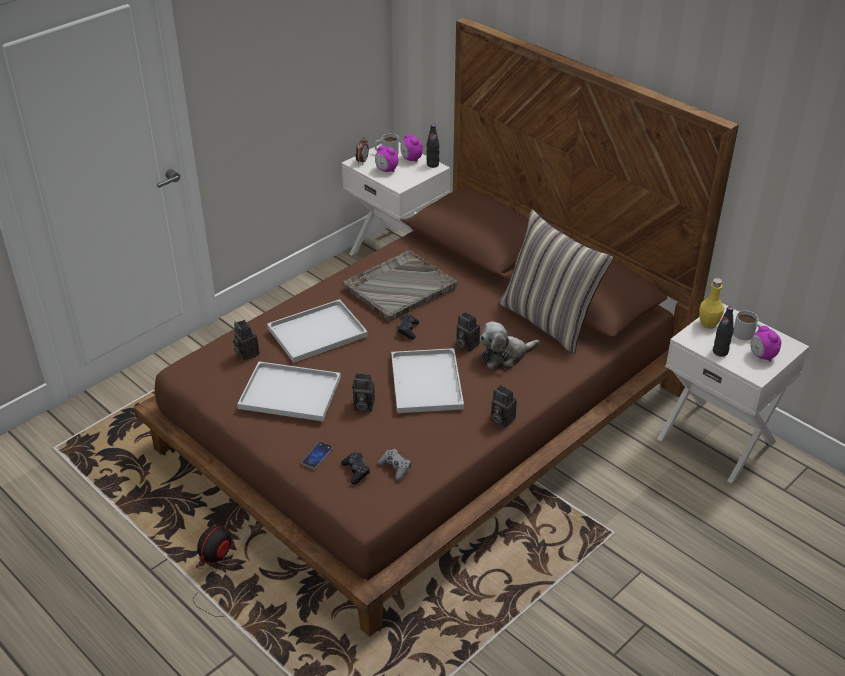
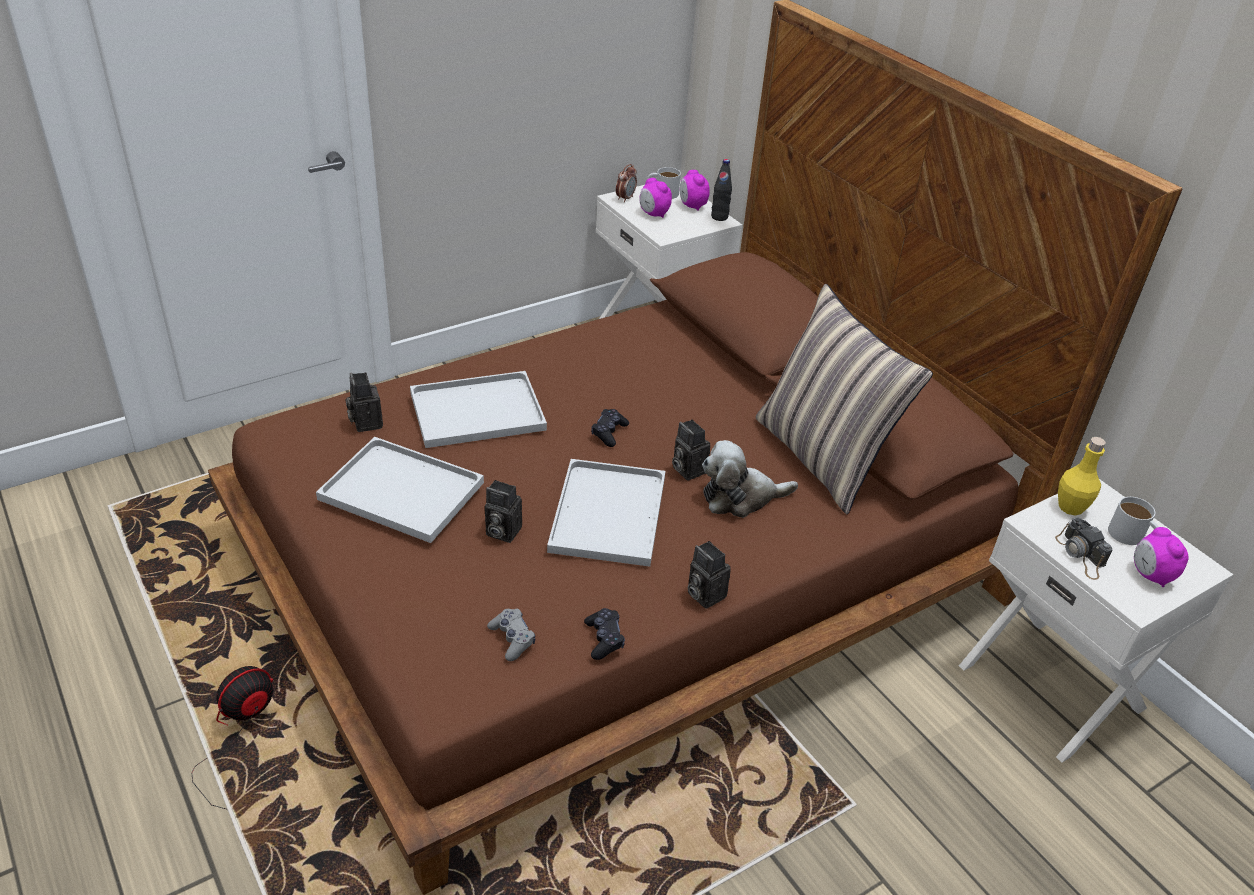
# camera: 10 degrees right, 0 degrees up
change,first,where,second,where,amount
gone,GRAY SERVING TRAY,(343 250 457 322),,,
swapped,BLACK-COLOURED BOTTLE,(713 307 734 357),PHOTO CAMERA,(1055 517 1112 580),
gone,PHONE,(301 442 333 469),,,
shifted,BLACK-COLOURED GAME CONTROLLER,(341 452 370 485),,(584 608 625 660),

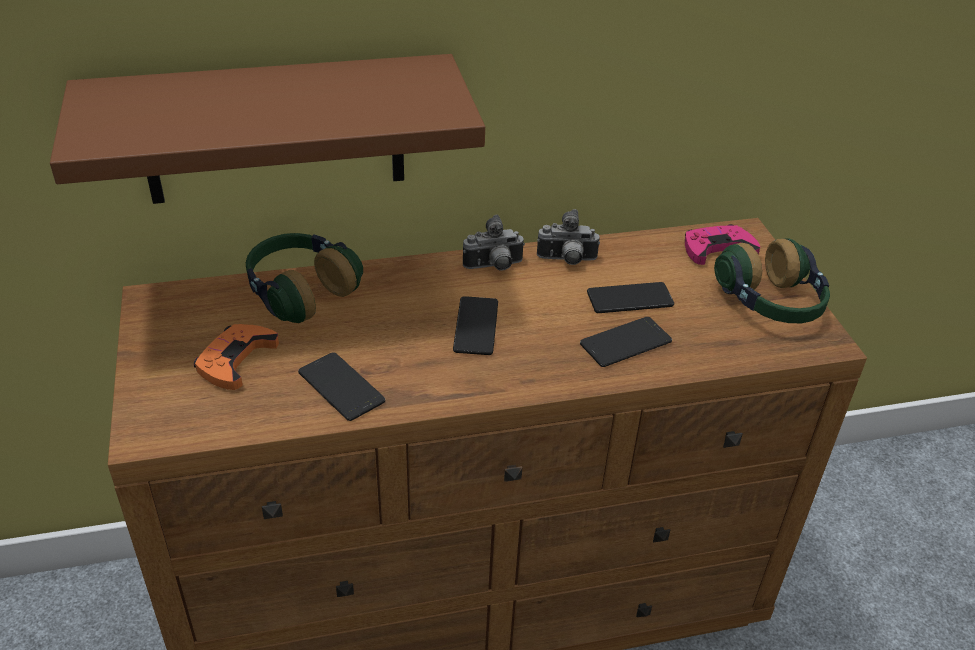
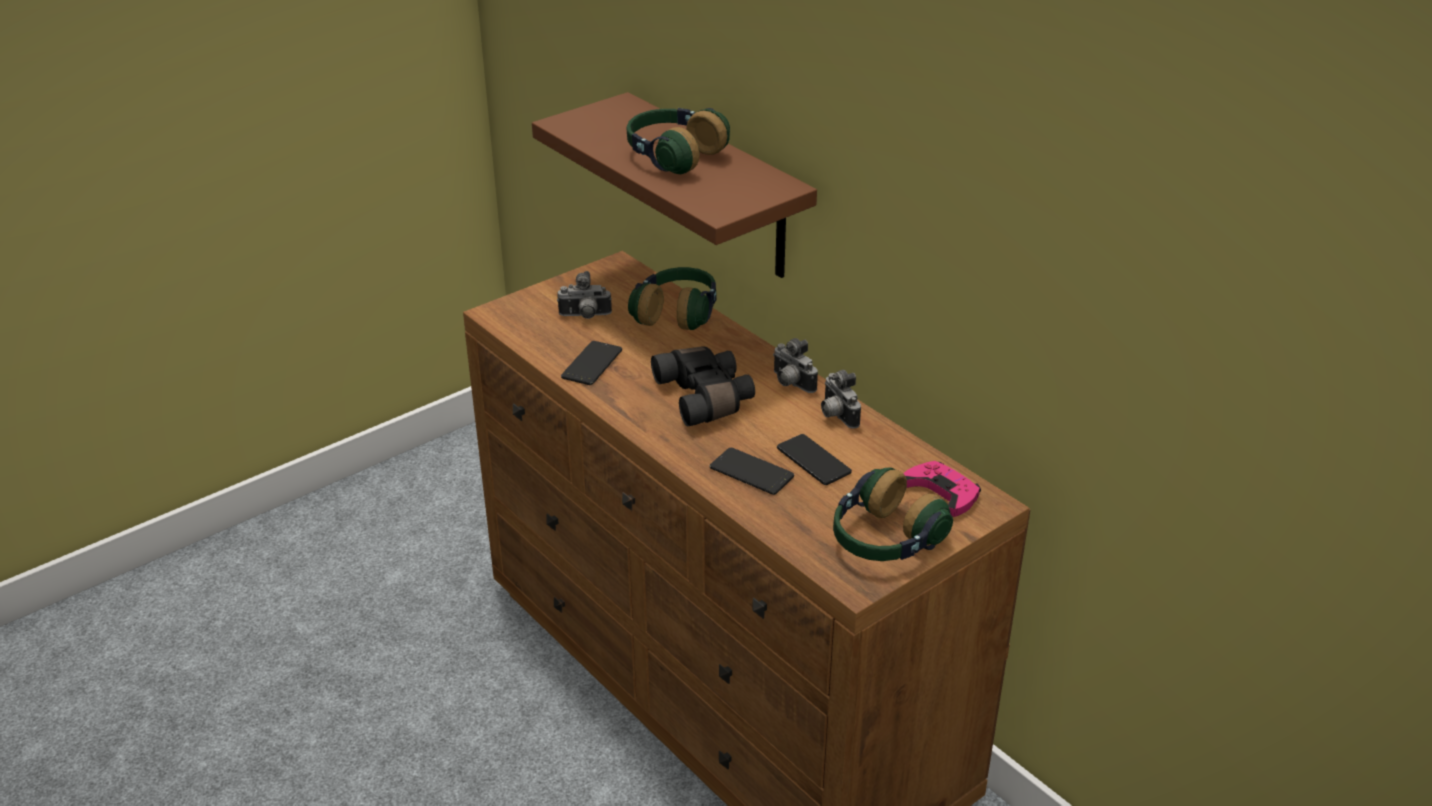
# camera: 65 degrees right, 5 degrees down
change,first,where,second,where,amount
swapped,PHONE,(453 296 498 355),BLACK-COLOURED BINOCULARS,(651 346 755 427),
swapped,ORANGE GAME CONTROLLER,(194 324 279 390),PHOTO CAMERA,(557 271 612 319),
new,,,HEADPHONES,(627 108 730 174),

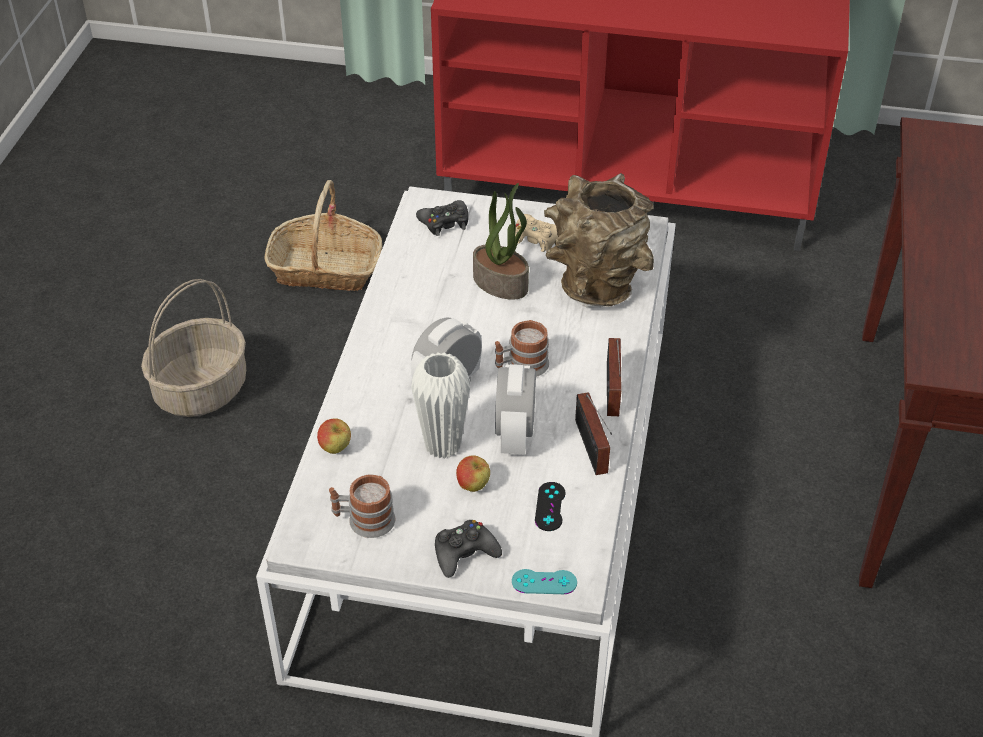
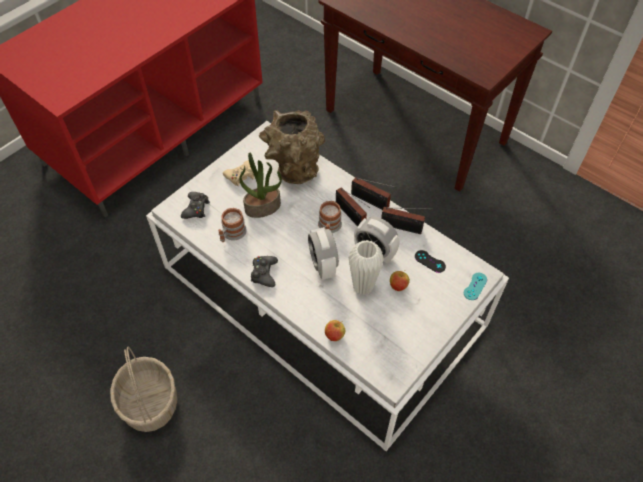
# camera: 60 degrees left, 10 degrees up
change,first,where,second,where,amount
gone,HOUSEHOLD BASKET,(264 180 382 291),,,
shifted,COFFEE MUG,(329 475 395 538),,(218 208 247 242),
shifted,BLACK-COLOURED GAME CONTROLLER,(435 520 502 578),,(251 256 278 287),
new,,,RADIO RECEIVER,(336 187 370 226),

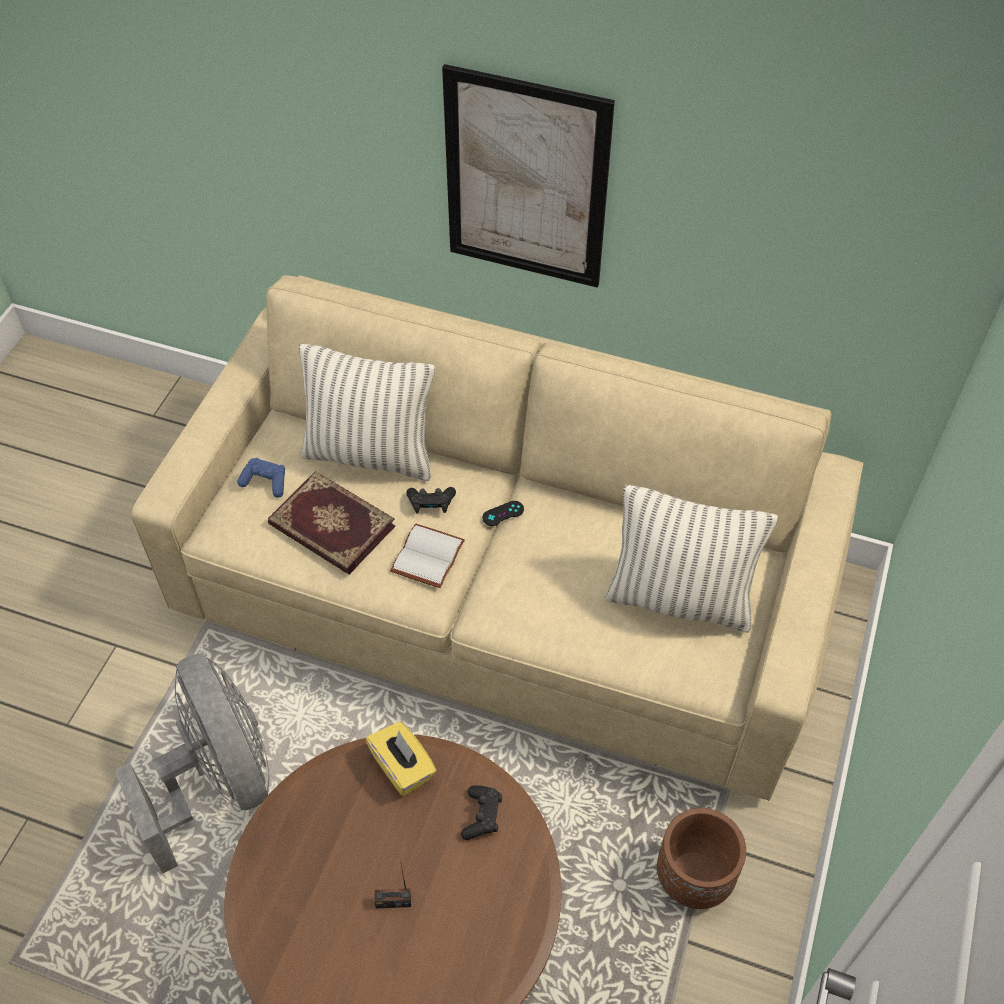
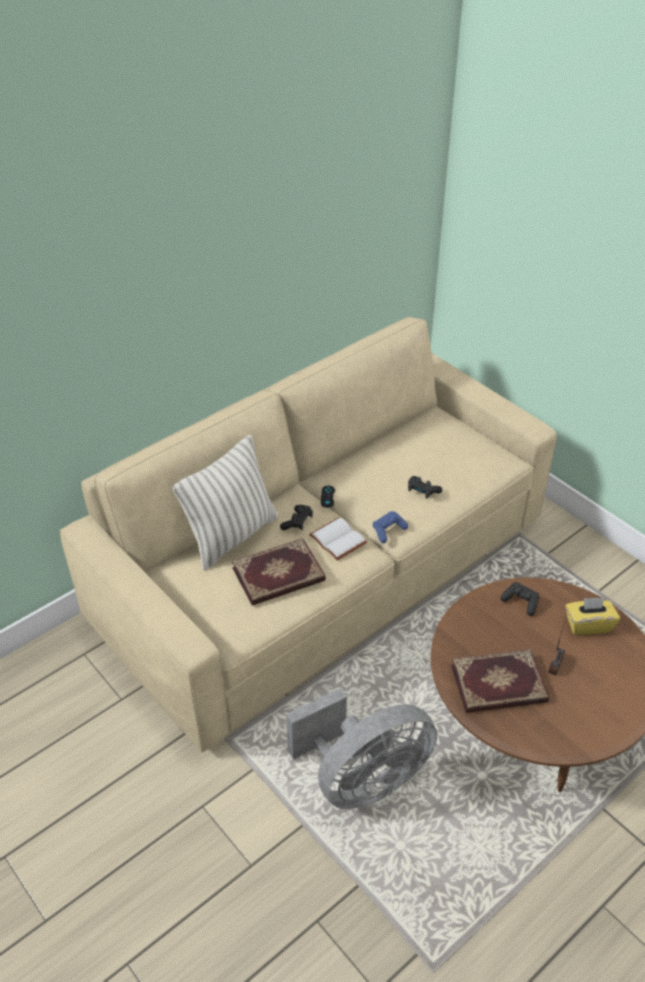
# camera: 60 degrees left, 10 degrees down
change,first,where,second,where,amount
gone,WALL PICTURE,(442 64 615 288),,,
shifted,BLUE-COLOURED GAME CONTROLLER,(237 458 285 498),,(373 511 408 543),
gone,CUSHION,(605 485 778 633),,,
rotated,GRAY ELECTRIC FAN,(114 653 269 873),,(286 688 437 809),150 degrees clockwise
shifted,YELLOWISH TISSUE BOX,(366 721 437 796),,(565 598 620 635),
gone,BROWNISH FLOWER POT,(657 808 746 909),,,
new,,,BLACK-COLOURED GAME CONTROLLER,(408 476 442 499),
new,,,BOOK,(451 649 549 713),

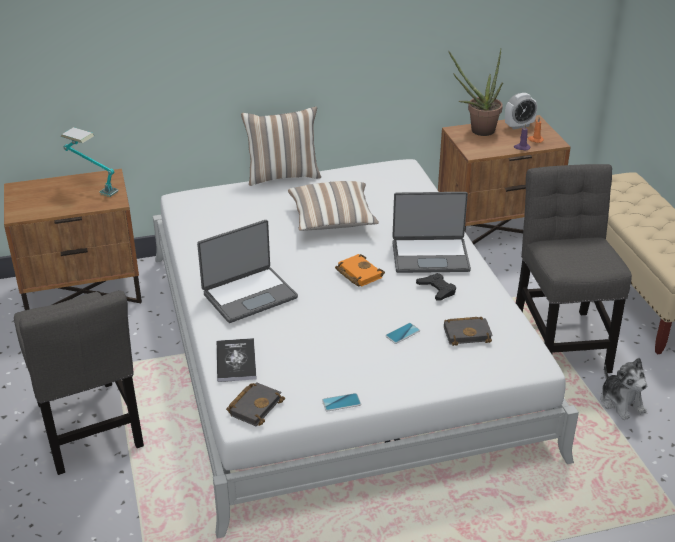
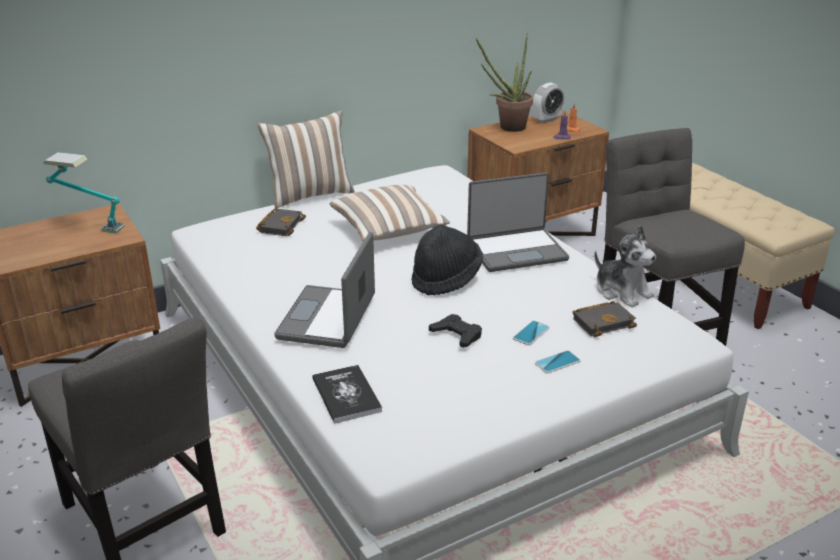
# camera: 15 degrees left, 5 degrees down
change,first,where,second,where,amount
rotated,PORTABLE COMPUTER,(197 220 298 323),,(274 232 375 348),150 degrees clockwise
swapped,ORANGE BOOK,(335 254 385 287),BLACK-COLOURED HAT,(411 224 483 296),
shifted,BLACK-COLOURED GAME CONTROLLER,(416 273 456 301),,(429 314 482 348),
shifted,PLUSH TOY,(601 358 647 420),,(594 225 656 307),
shifted,BLACK-COLOURED BOOK,(226 382 285 426),,(256 208 306 236),
shifted,PHONE,(322 393 361 411),,(535 350 581 373),

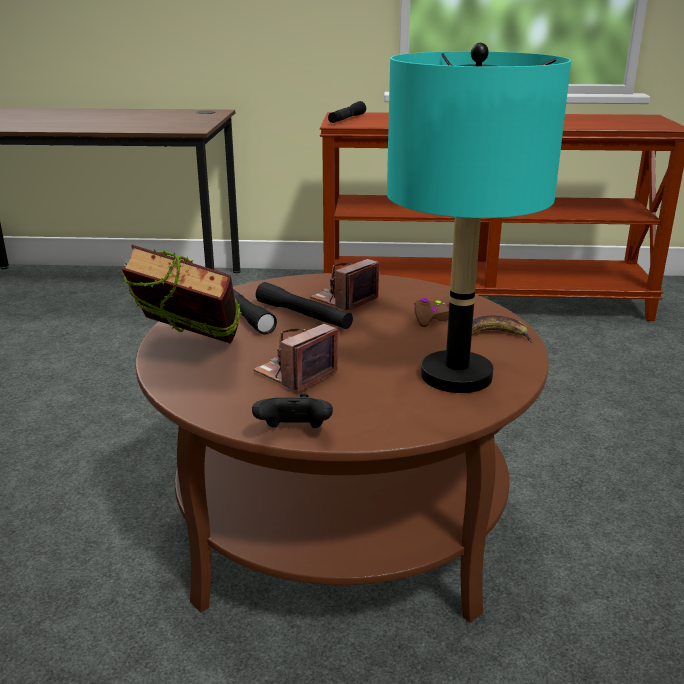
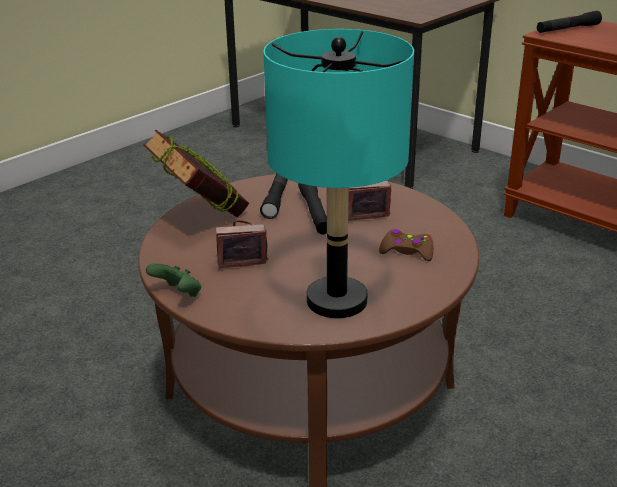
# camera: 40 degrees right, 5 degrees up
change,first,where,second,where,amount
gone,WHOLE BANANA,(472 315 533 343),,,
repainted,BLACK-COLOURED GAME CONTROLLER,(252 393 333 428),GREENISH GAME CONTROLLER,(146 263 201 297),

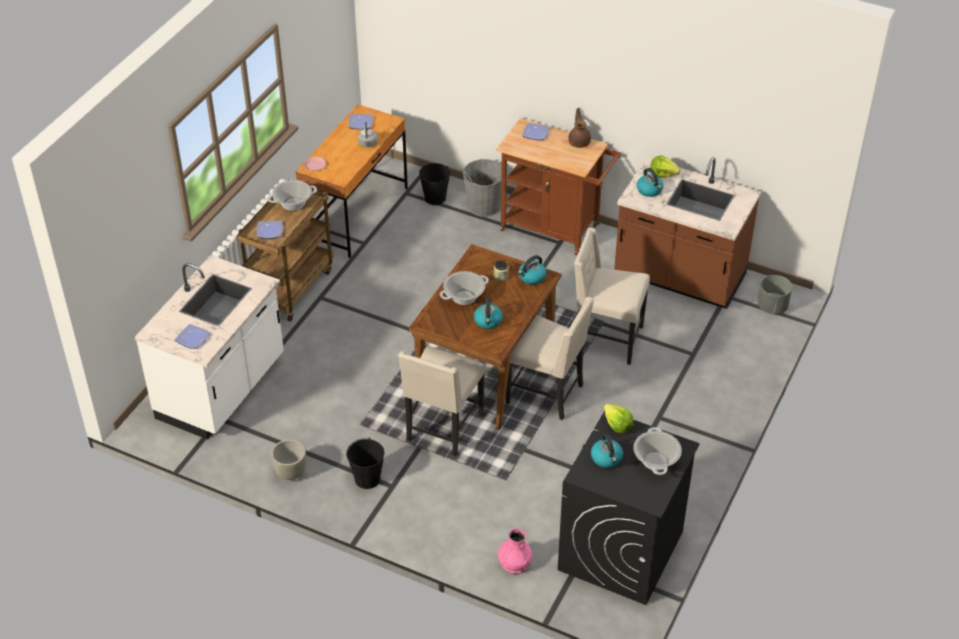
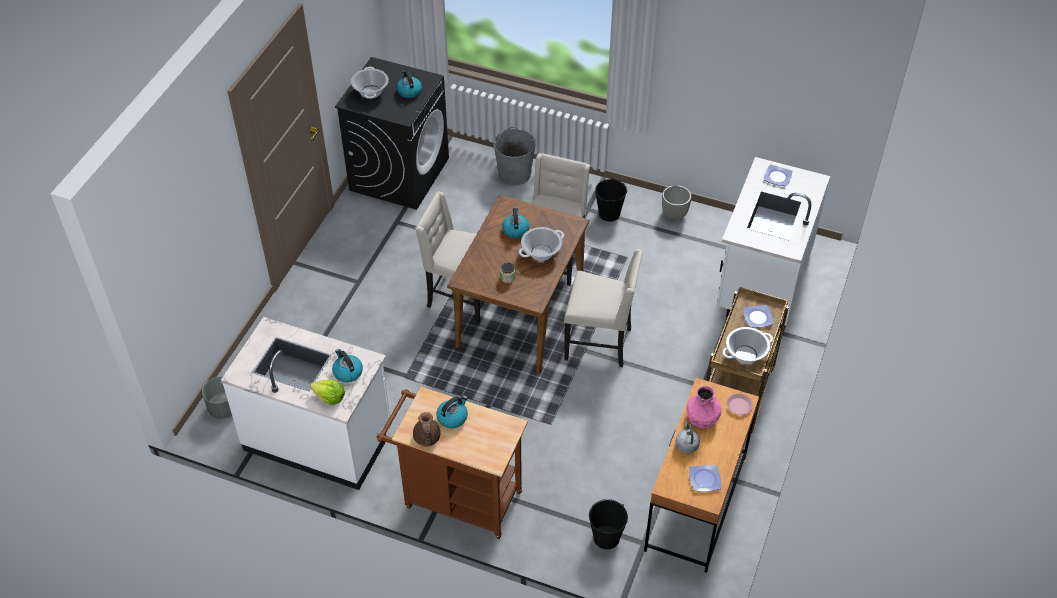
# camera: 175 degrees right, 5 degrees up
change,first,where,second,where,amount
gone,PLATE,(522 123 550 140),,,
repainted,BROWNISH KITCHEN COUNTER,(614 157 761 309),WHITISH KITCHEN COUNTER,(221 317 390 490),
shifted,GRAY WATER BUCKET,(463 159 502 217),,(493 127 536 186),
shifted,BEIGE-COLOURED UPRIGHT CHAIR,(574 228 650 365),,(564 249 644 367),
shifted,KETTLE,(518 255 547 285),,(436 395 468 428),
gone,LETTUCE,(604 404 634 433),,,
shifted,PINK-COLOURED VASE,(498 528 532 574),,(687 386 721 429),

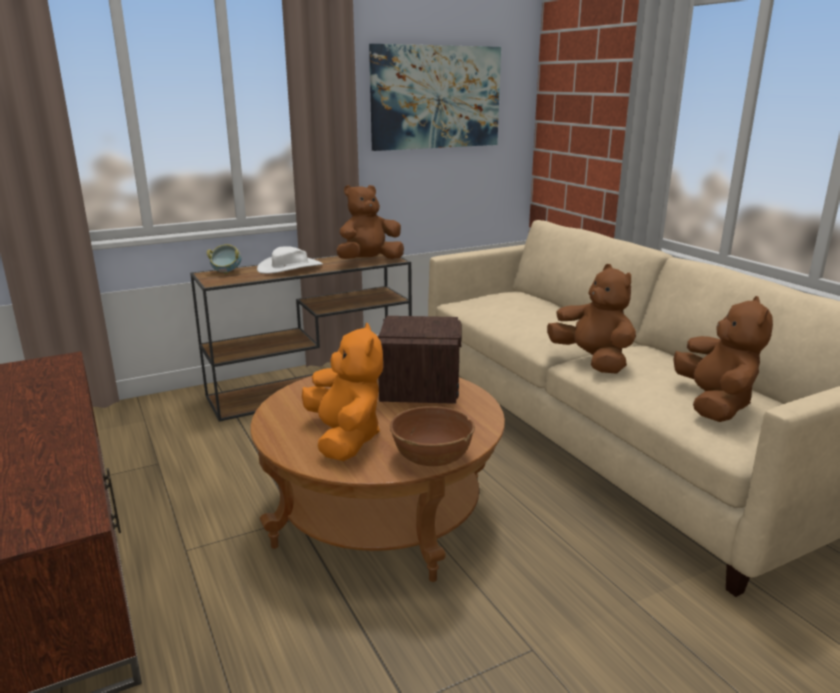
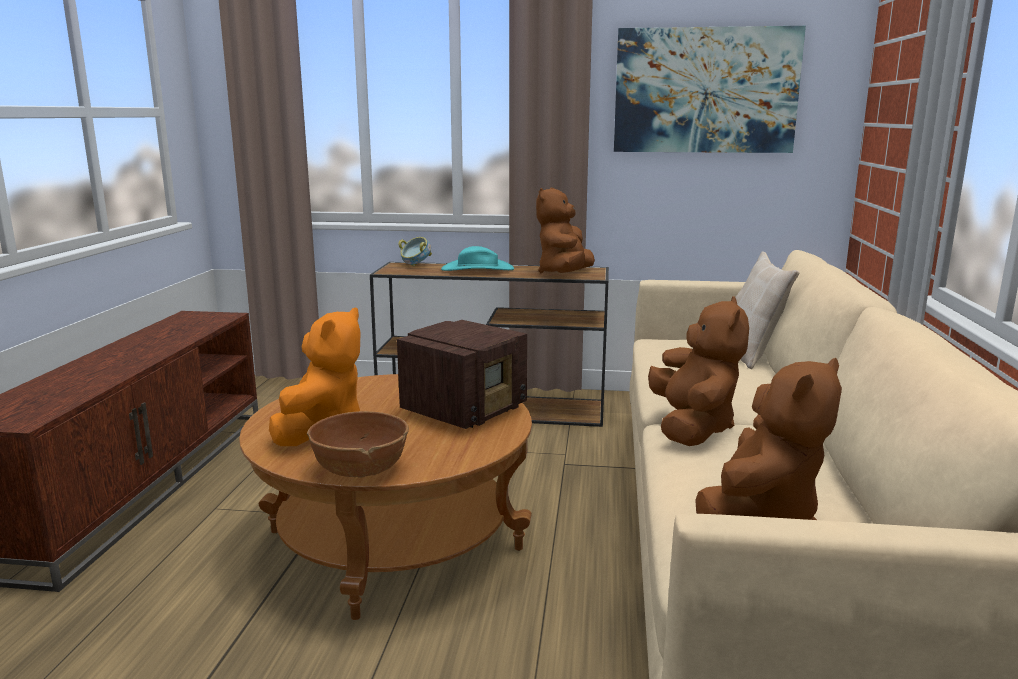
# camera: 35 degrees right, 5 degrees down
change,first,where,second,where,amount
rotated,BROWNISH PLUSH TOY,(337 185 404 259),,(536 187 595 273),75 degrees counterclockwise
repainted,WHITISH HAT,(257 246 323 274),BLUE-GREEN HAT,(441 246 514 271),
new,,,BEIGE-COLOURED CUSHION,(736 251 800 369),

